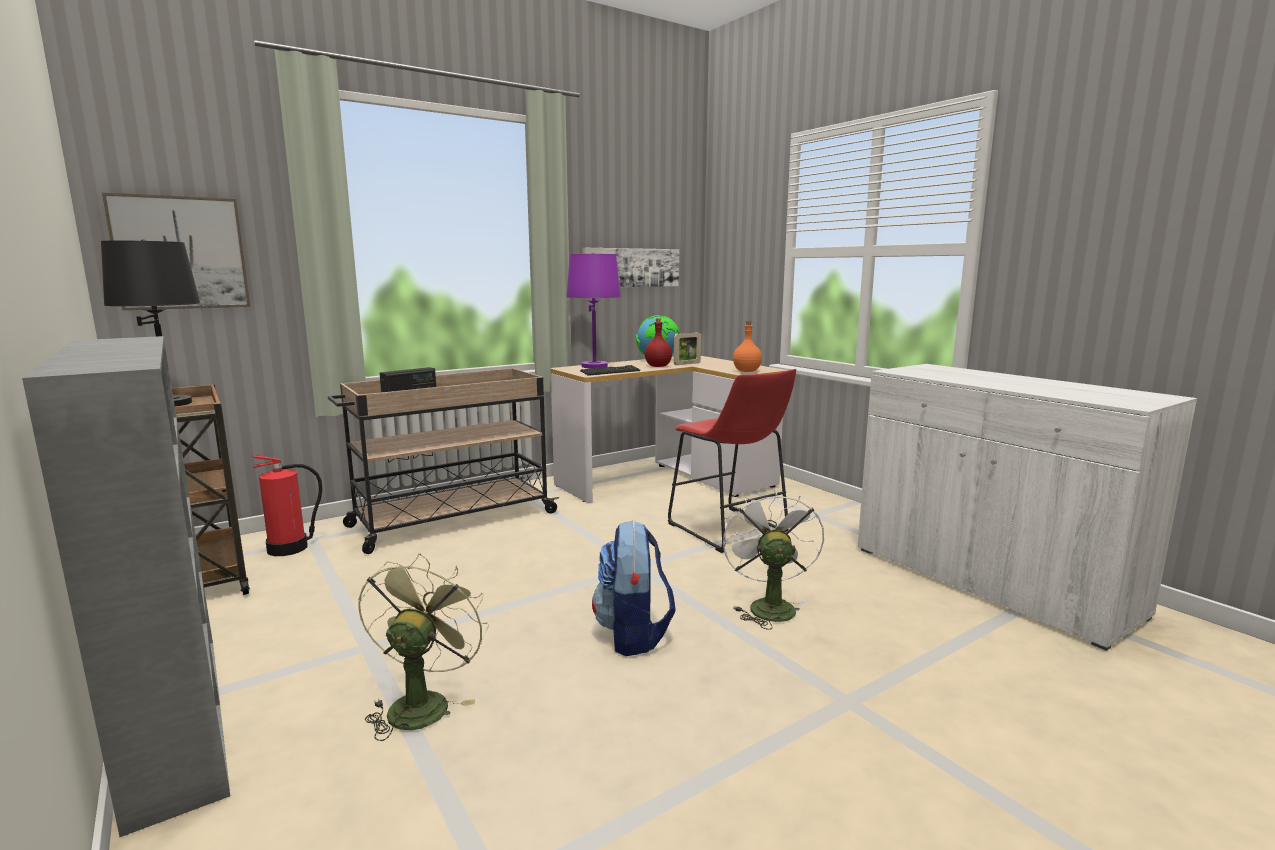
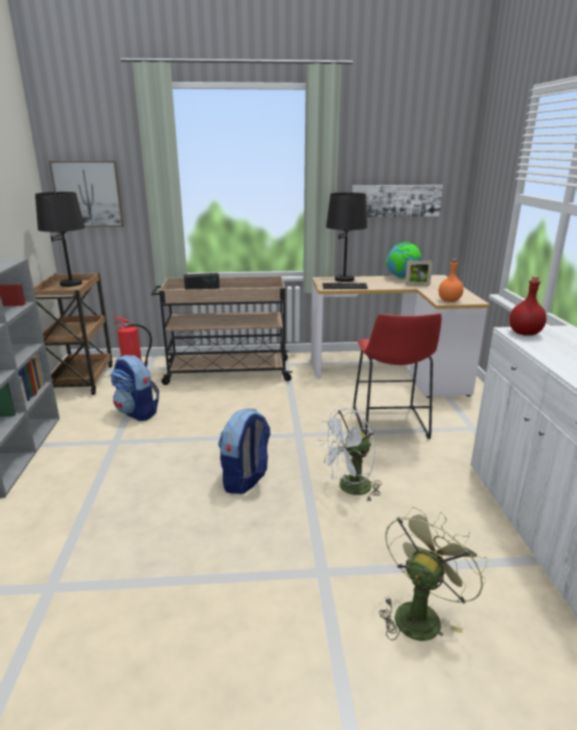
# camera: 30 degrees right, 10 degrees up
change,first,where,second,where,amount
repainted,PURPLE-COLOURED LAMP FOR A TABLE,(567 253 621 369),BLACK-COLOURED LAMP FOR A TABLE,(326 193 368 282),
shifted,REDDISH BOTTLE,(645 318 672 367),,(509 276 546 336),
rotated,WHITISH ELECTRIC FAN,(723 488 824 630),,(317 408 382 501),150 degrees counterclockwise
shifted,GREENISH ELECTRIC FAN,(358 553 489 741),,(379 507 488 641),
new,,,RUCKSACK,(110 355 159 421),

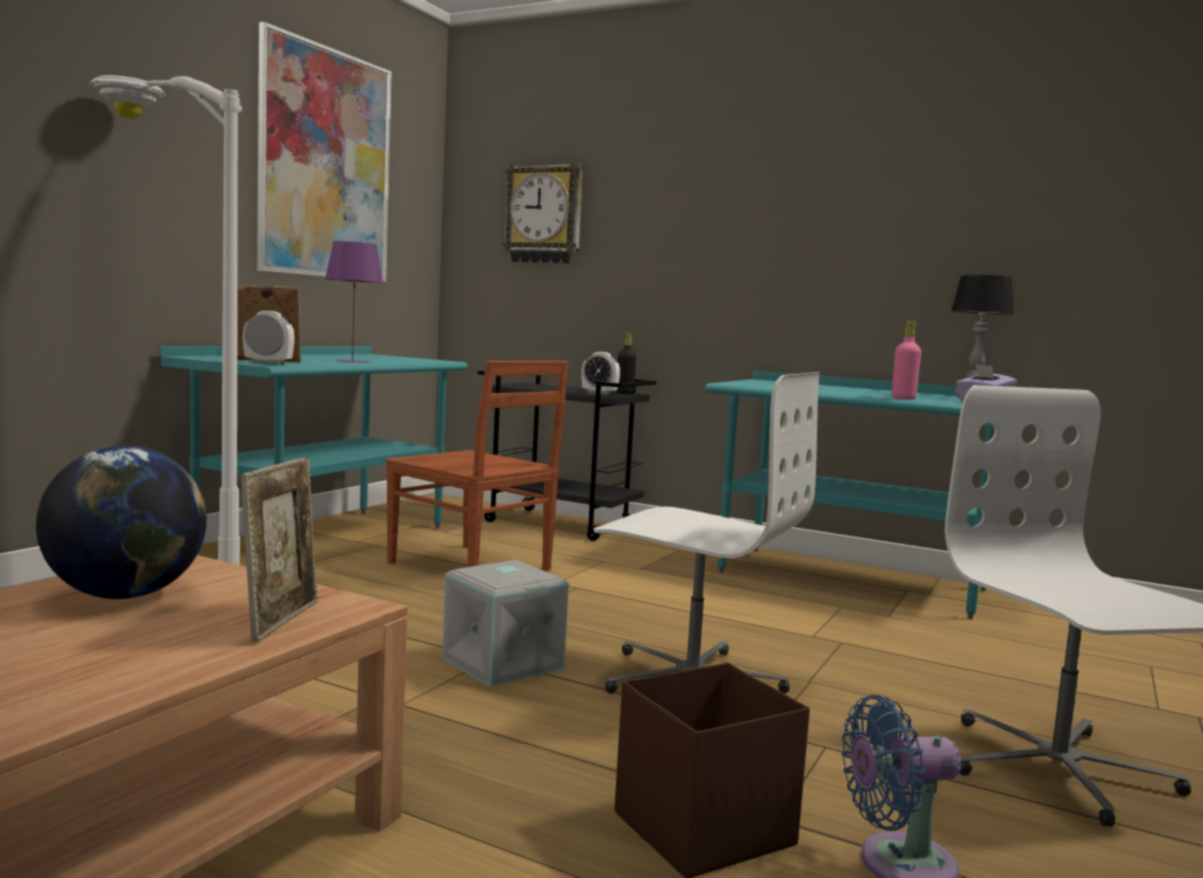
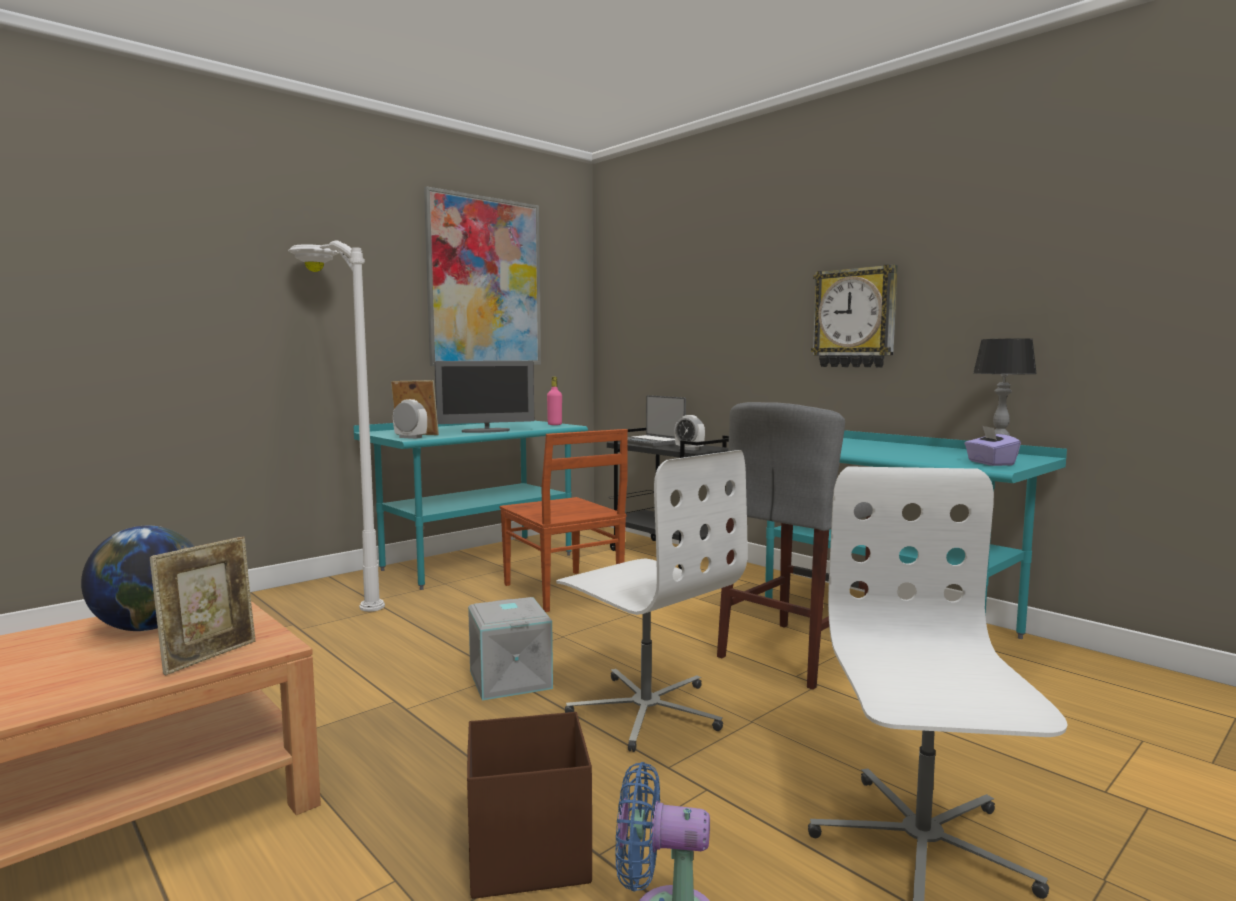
# camera: 20 degrees right, 0 degrees up
change,first,where,second,where,amount
shifted,HANGING CLOCK,(503 163 583 263),,(811 264 898 368),
swapped,PURPLE-COLOURED LAMP FOR A TABLE,(325 241 383 363),COMPUTER SCREEN,(434 361 534 433),
shifted,PINK-COLOURED BOTTLE,(892 321 921 400),,(547 377 562 425),
gone,BLACK-COLOURED BOTTLE,(617 333 636 394),,,
new,,,PORTABLE COMPUTER,(618 395 686 447),
new,,,GRAY STOOL,(717 402 873 690),

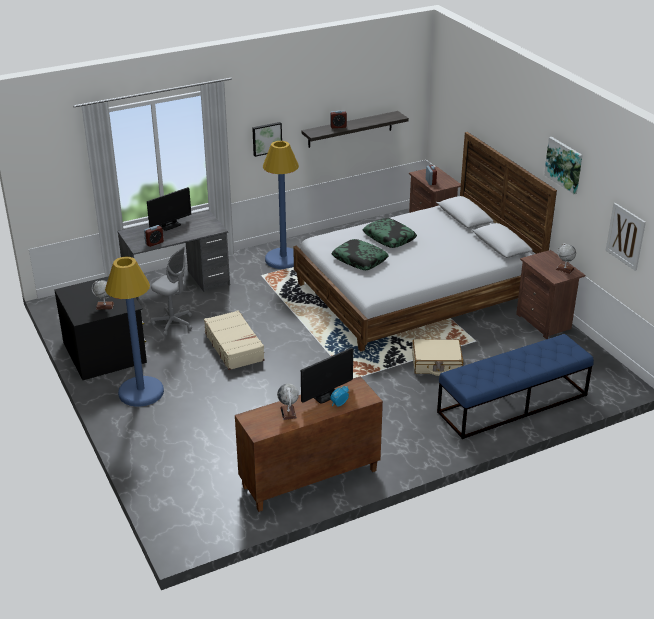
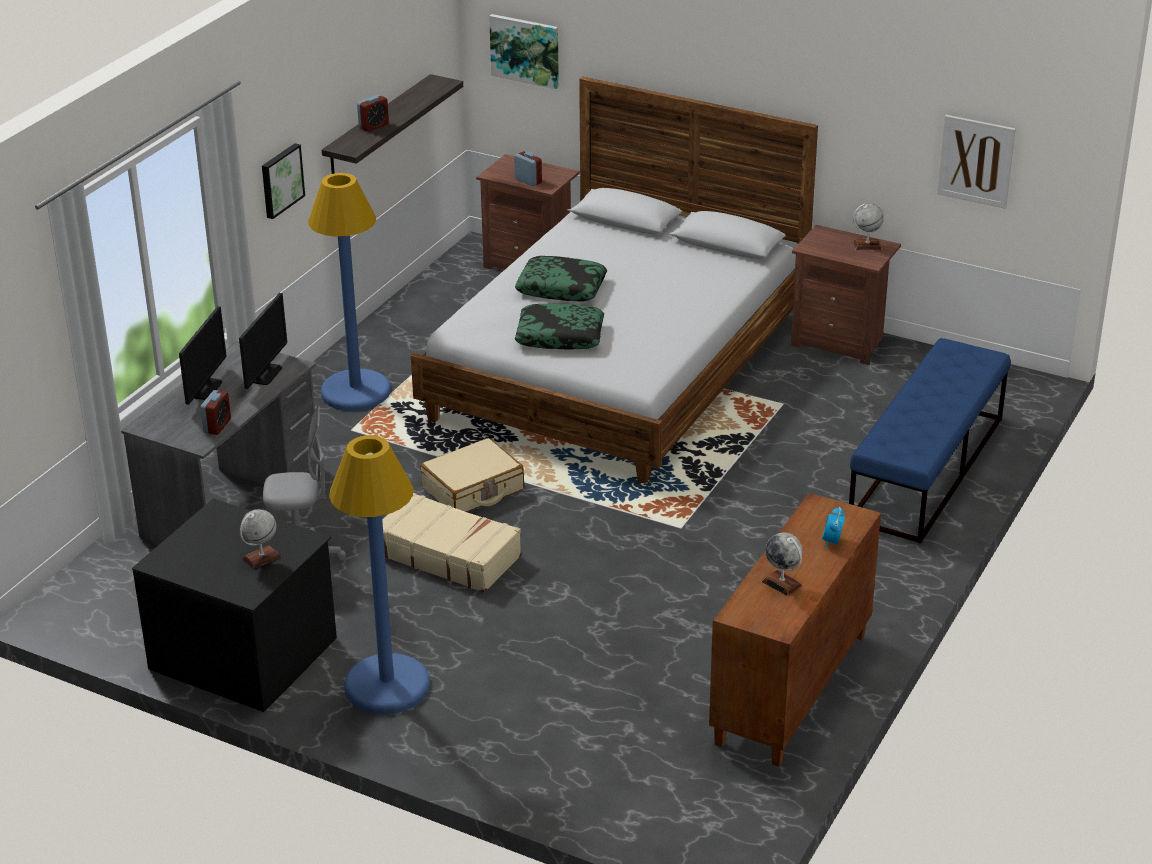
# camera: 35 degrees left, 0 degrees up
change,first,where,second,where,amount
shifted,WALL PICTURE,(544 137 583 194),,(489 14 559 89),
shifted,BEIGE-COLOURED SUITCASE,(412 339 464 376),,(420 438 524 512),
shifted,COMPUTER SCREEN,(301 347 353 403),,(239 293 287 389),

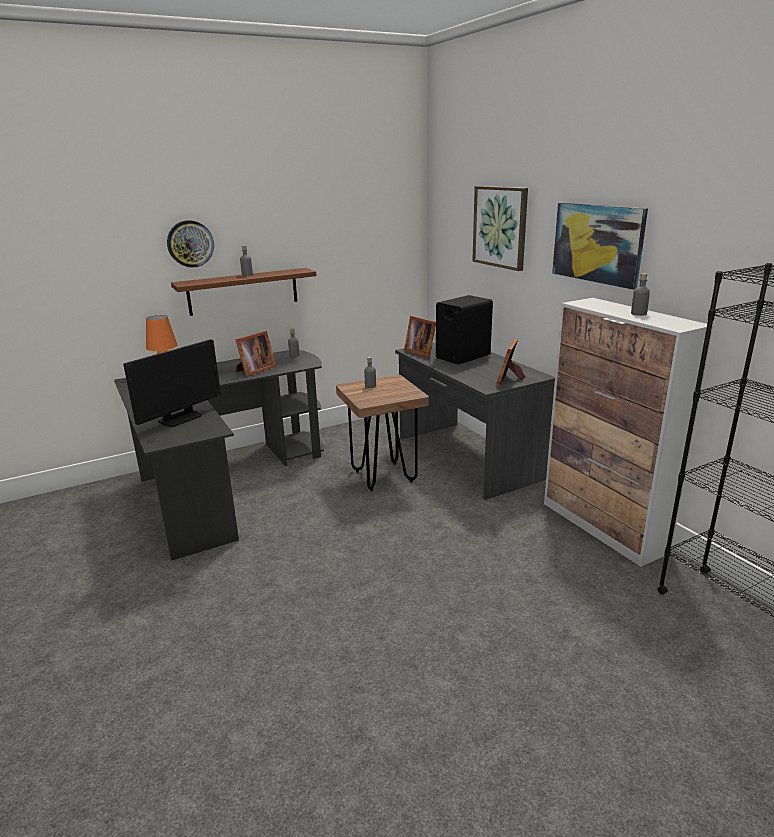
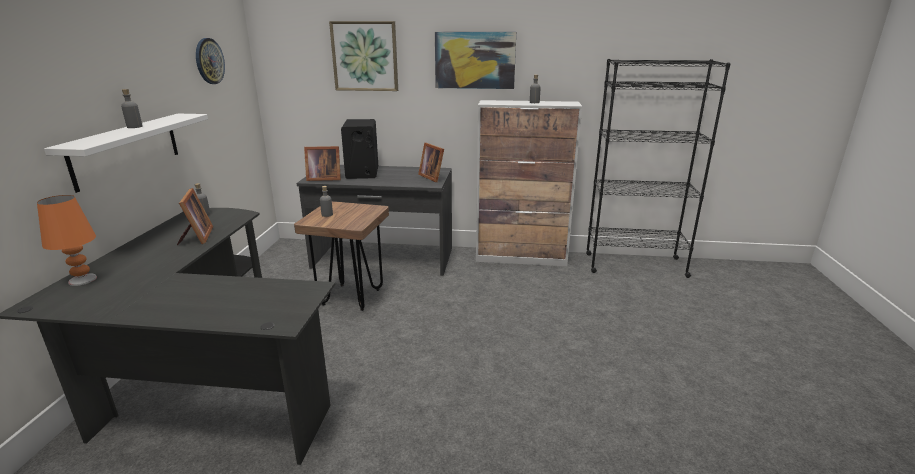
# camera: 55 degrees left, 0 degrees up
change,first,where,second,where,amount
shifted,HANGING CLOCK,(167 220 214 268),,(196 38 225 84),
repainted,BROWNISH BRACKET SHELF,(171 268 316 316),WHITISH BRACKET SHELF,(44 114 208 193),
gone,COMPUTER SCREEN,(123 339 221 427),,,

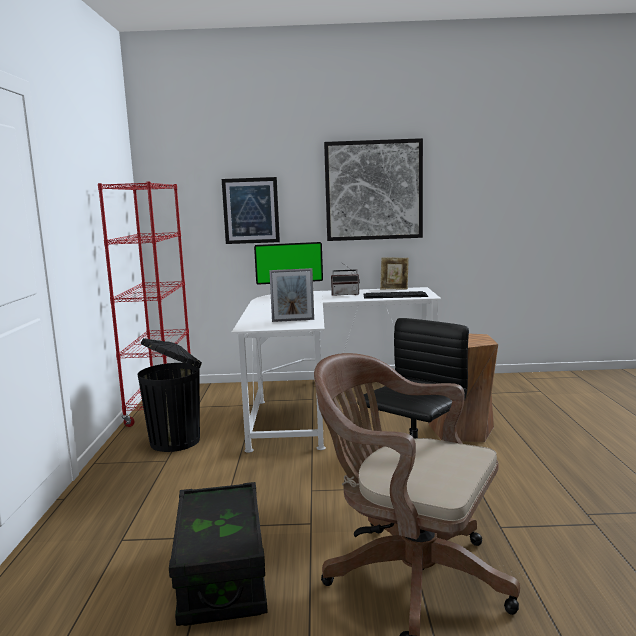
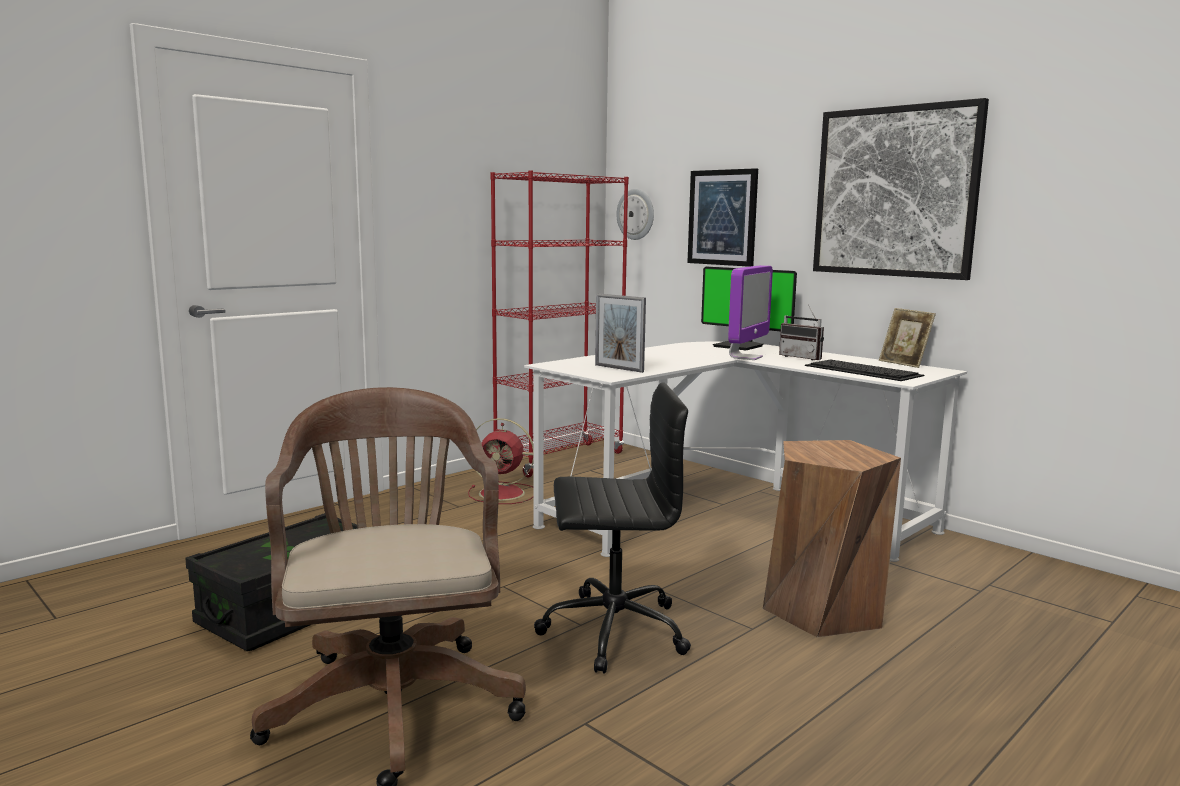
# camera: 45 degrees right, 0 degrees up
change,first,where,second,where,amount
swapped,BLACK-COLOURED RUBBISH BIN,(138 338 202 452),REDDISH ELECTRIC FAN,(468 418 534 504),
new,,,HANGING CLOCK,(617 189 654 240),
new,,,COMPUTER SCREEN,(728 265 773 360),

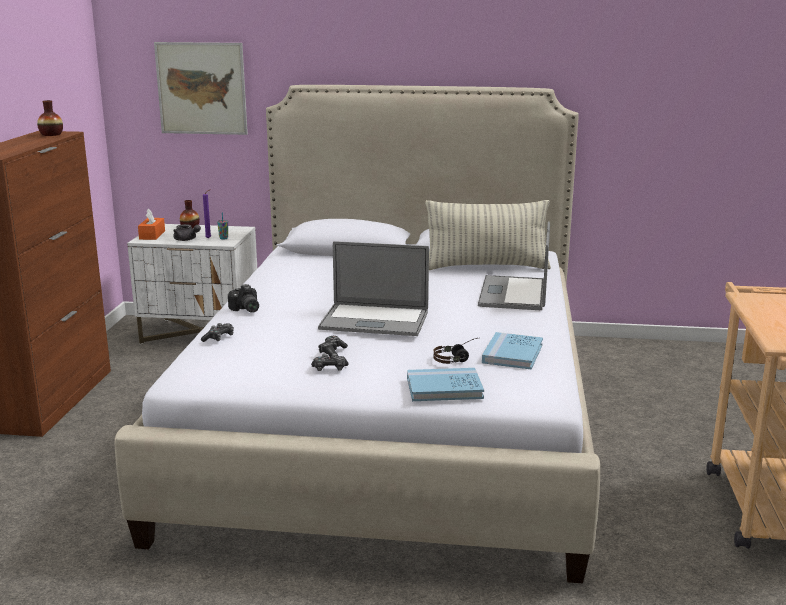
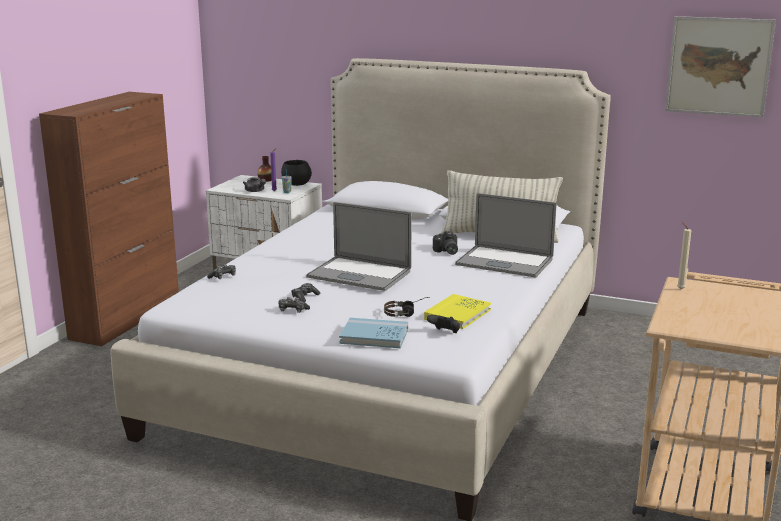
# camera: 15 degrees right, 0 degrees up
change,first,where,second,where,amount
shifted,WALL PICTURE,(154 42 248 135),,(665 16 776 118),
gone,VASE,(37 100 63 136),,,
gone,ORANGE TISSUE BOX,(138 208 165 240),,,
rotated,PORTABLE COMPUTER,(478 221 550 310),,(455 193 556 277),90 degrees counterclockwise
shifted,PHOTO CAMERA,(228 284 259 313),,(433 230 458 255),
repainted,BLUE-COLOURED BOOK,(482 332 543 370),YELLOWISH BOOK,(424 294 491 329),
new,,,BLACK-COLOURED DEEP DISH,(281 160 312 186),
new,,,BEIGE-COLOURED WAX LIGHT,(677 222 691 289),
new,,,BLACK-COLOURED GAME CONTROLLER,(427 315 460 333),

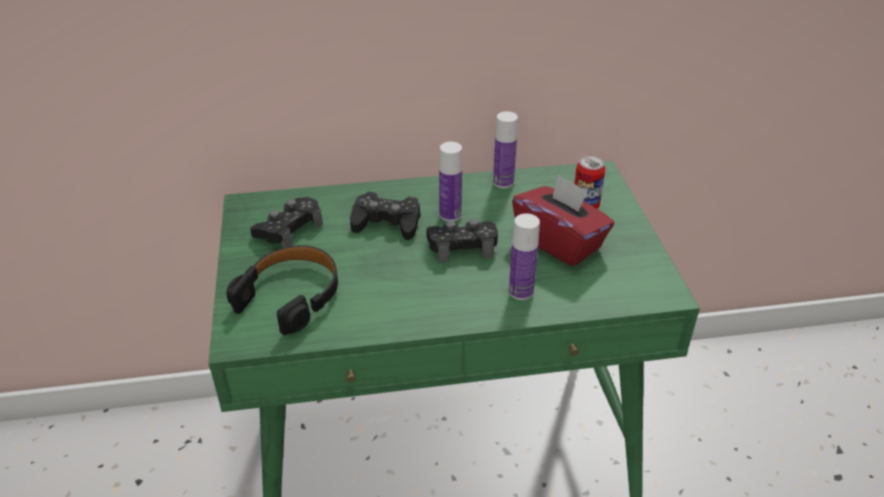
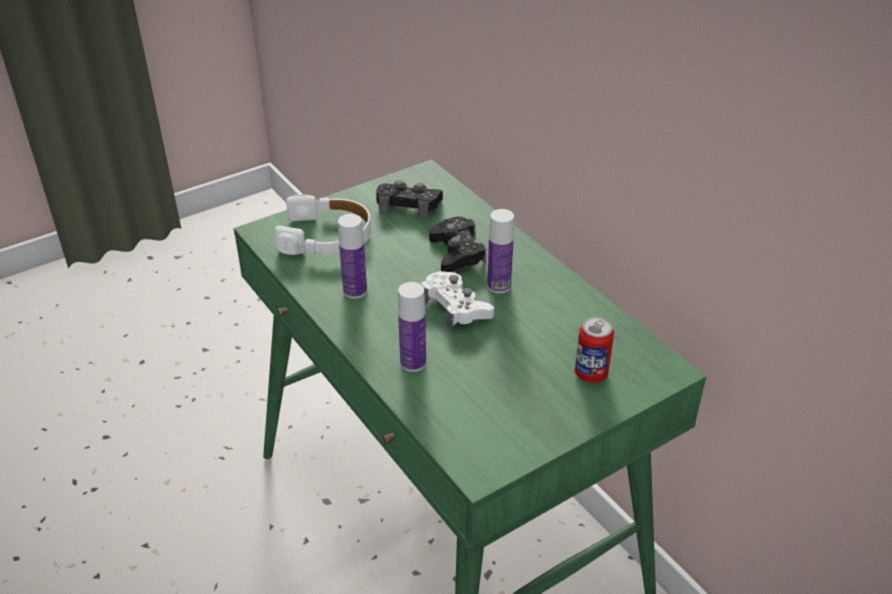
# camera: 65 degrees right, 0 degrees up
change,first,where,second,where,amount
shifted,BOTTLE,(493 111 518 188),,(338 214 367 299),
gone,REDDISH TISSUE BOX,(512 174 614 267),,,
repainted,BLACK-COLOURED GAME CONTROLLER,(427 219 498 263),WHITISH GAME CONTROLLER,(421 271 494 330),
repainted,BLACK-COLOURED HEADPHONES,(226 245 338 335),WHITISH HEADPHONES,(275 194 371 255),

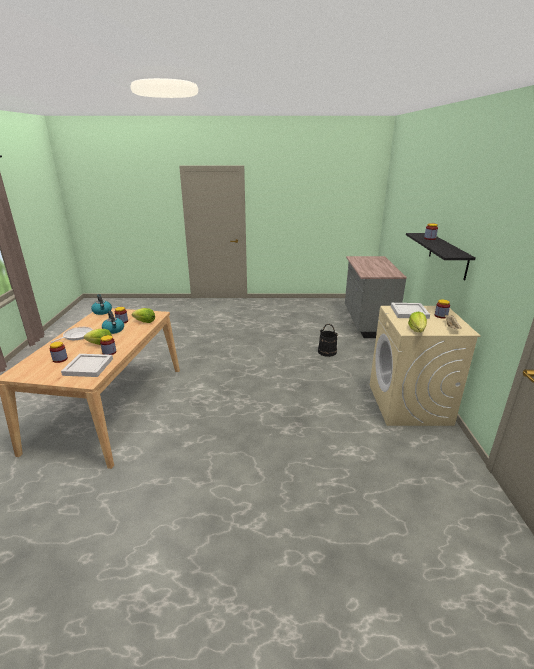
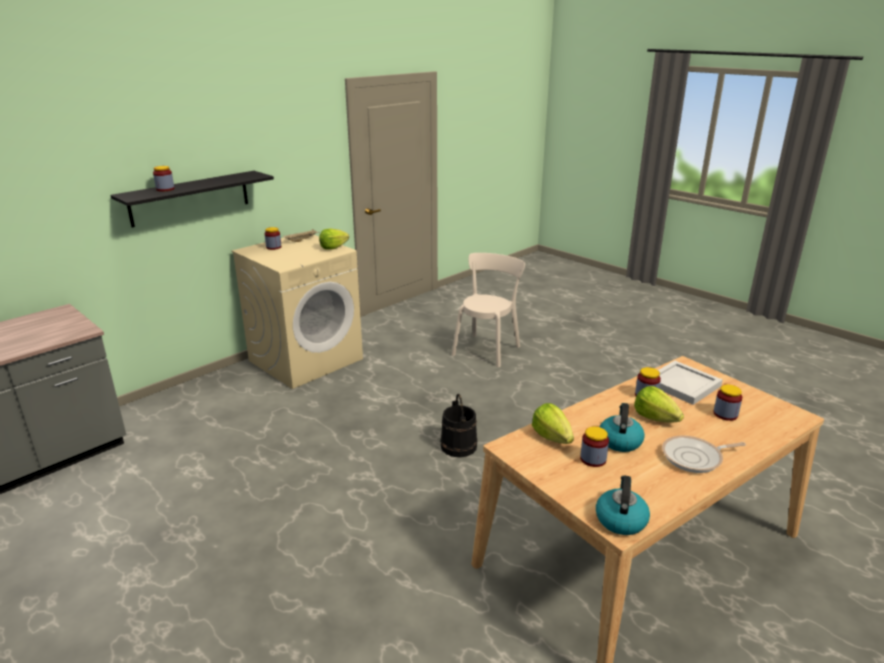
# camera: 135 degrees left, 0 degrees up
change,first,where,second,where,amount
gone,WHITISH SERVING TRAY,(391 303 430 319),,,
shifted,BLACK-COLOURED WATER BUCKET,(318 324 338 357),,(440 394 478 457),
new,,,BEIGE-COLOURED UPRIGHT CHAIR,(452 253 525 367),

